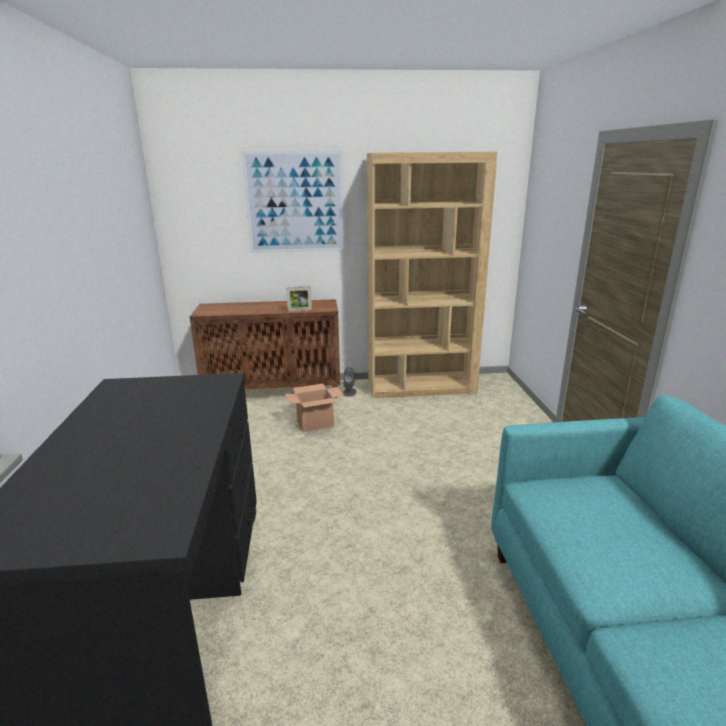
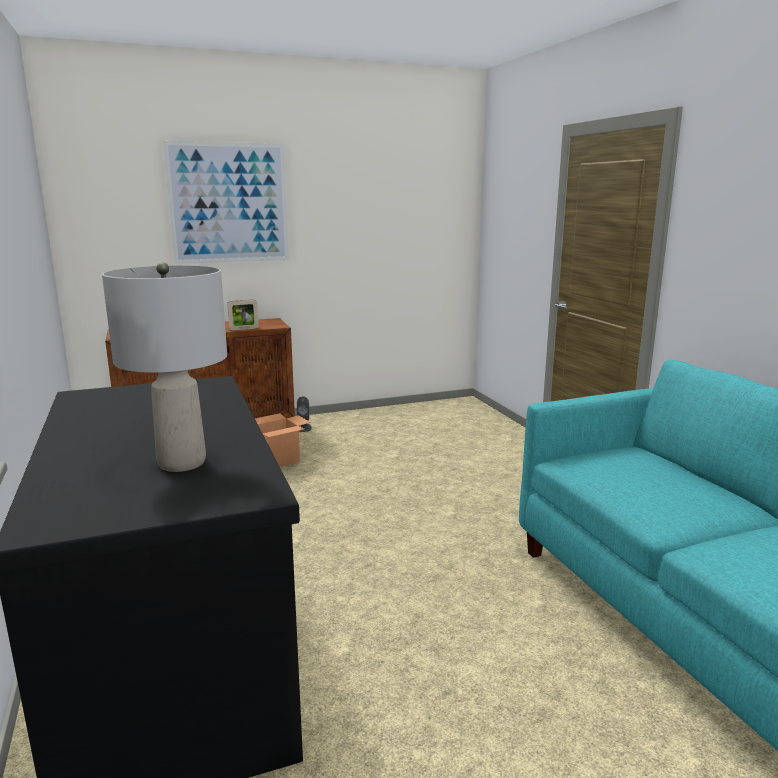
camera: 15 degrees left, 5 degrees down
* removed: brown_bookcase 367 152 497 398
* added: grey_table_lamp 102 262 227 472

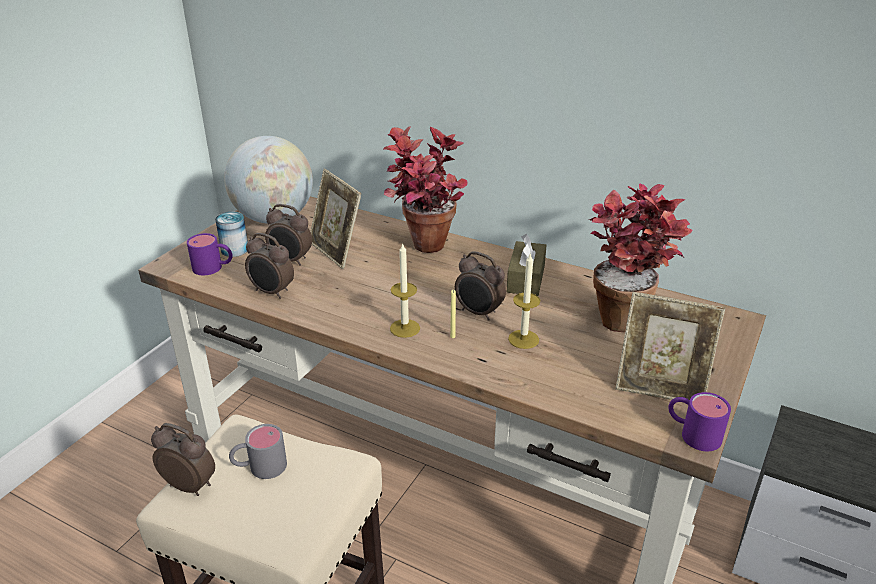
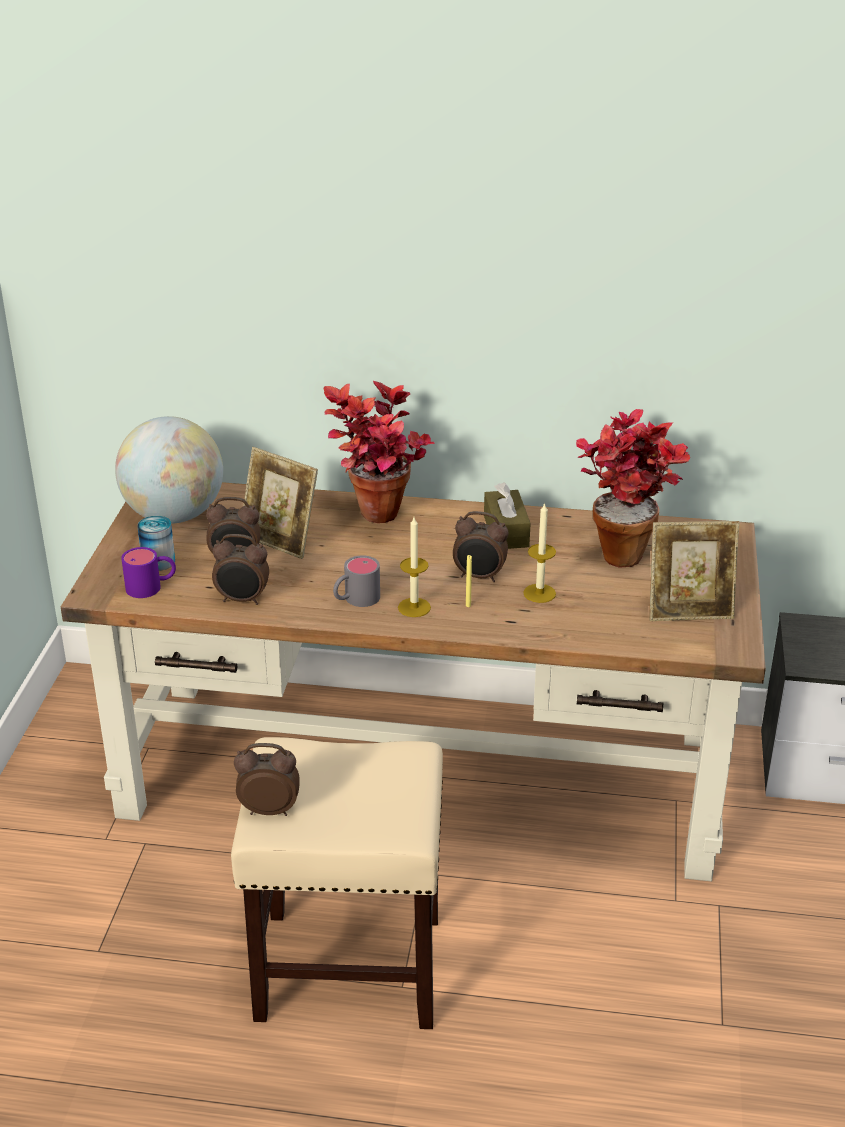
camera: 20 degrees left, 0 degrees up
* moved: grey_mug 229 424 287 479 to 333 555 380 607
* removed: purple_mug 668 392 731 451

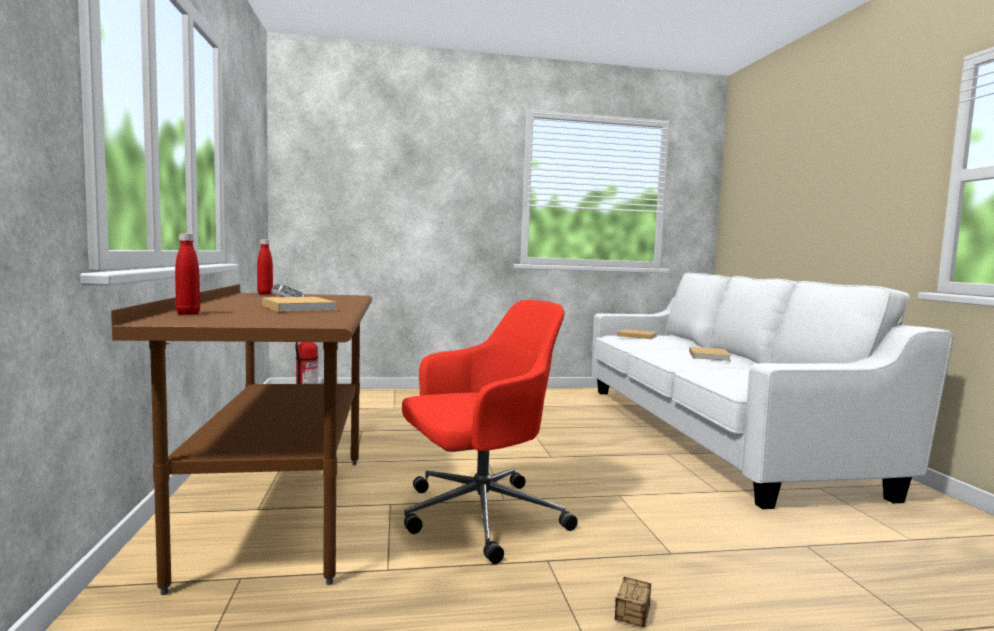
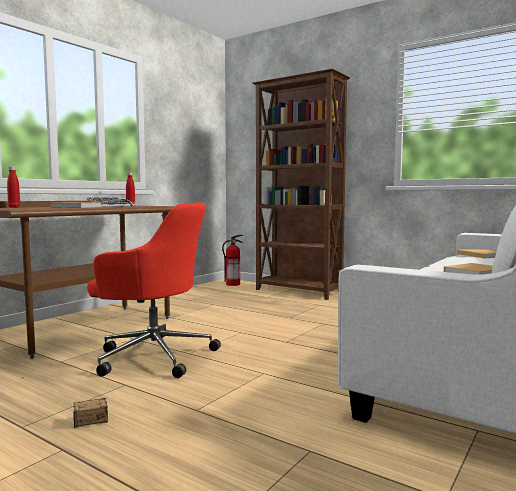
camera: 45 degrees right, 0 degrees up
* added: brown_bookcase 252 69 350 300

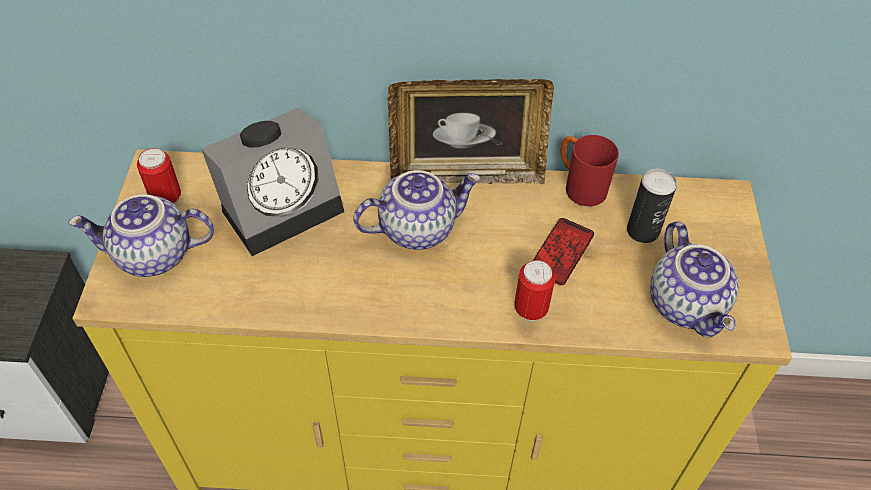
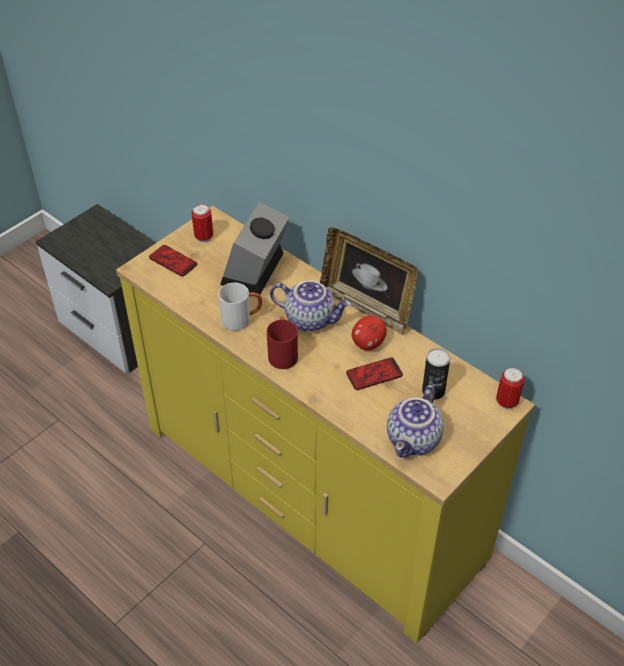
camera: 40 degrees right, 5 degrees down
* replaced: teapot 68 194 214 277 to phone 149 245 197 277
* turned: alarm_clock 201 108 344 256 = 220 202 289 294 105 degrees clockwise
* moved: can 514 260 556 321 to 496 368 524 409
* moved: red_mug 561 135 619 206 to 267 317 298 369
* added: white_mug 218 283 262 331
* added: apple 352 315 387 350

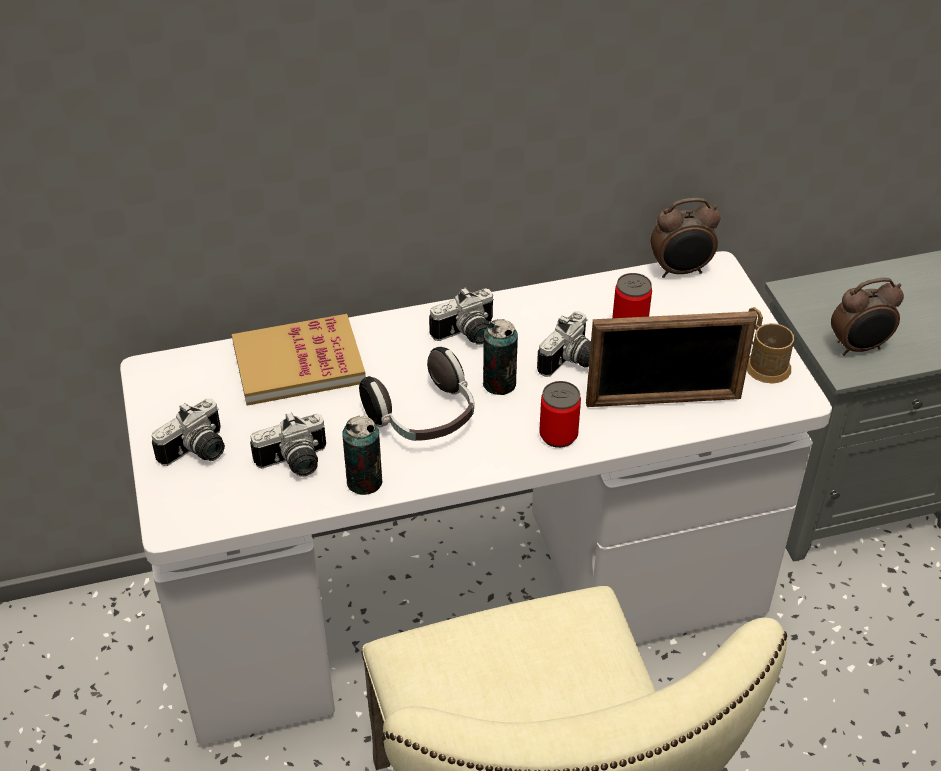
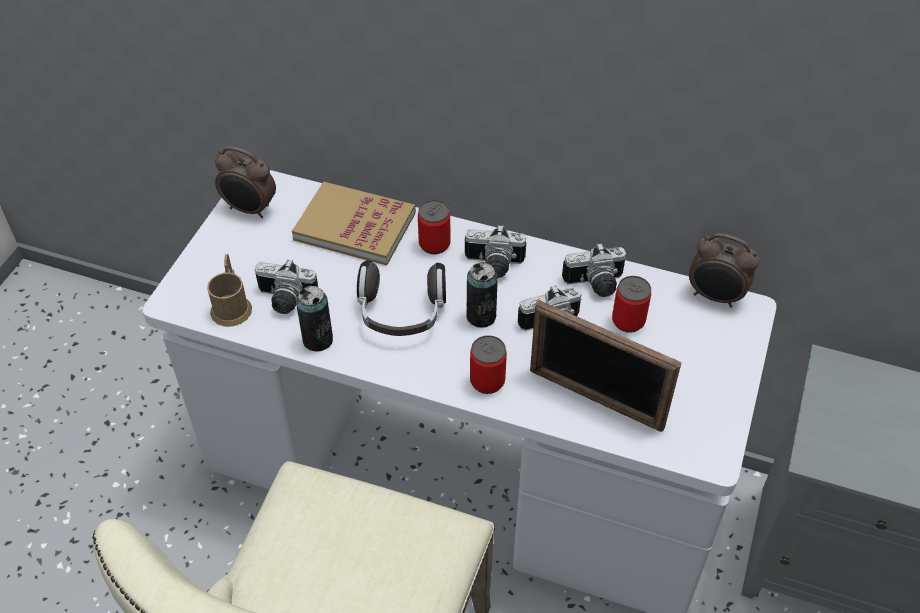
camera: 35 degrees right, 5 degrees up
* moved: photo_camera 152 398 225 466 to 562 243 626 297
* moved: brown_mug 747 307 794 384 to 207 254 252 327
* moved: alarm_clock 831 278 904 356 to 215 147 276 218
* added: can 418 200 451 254

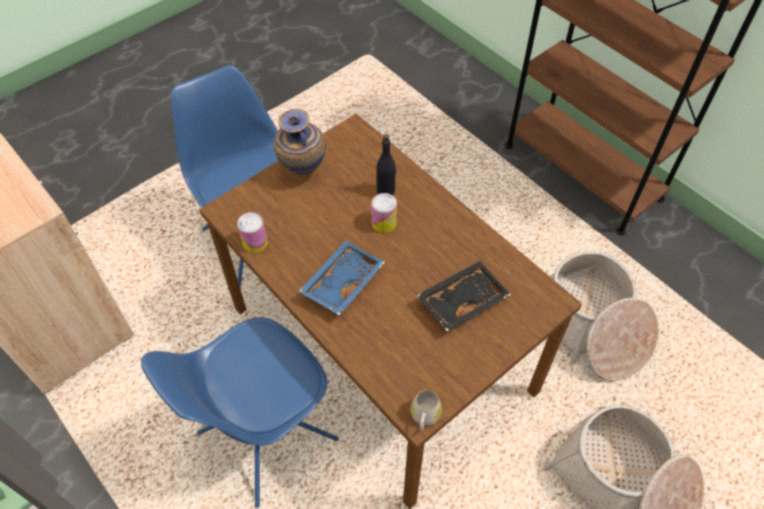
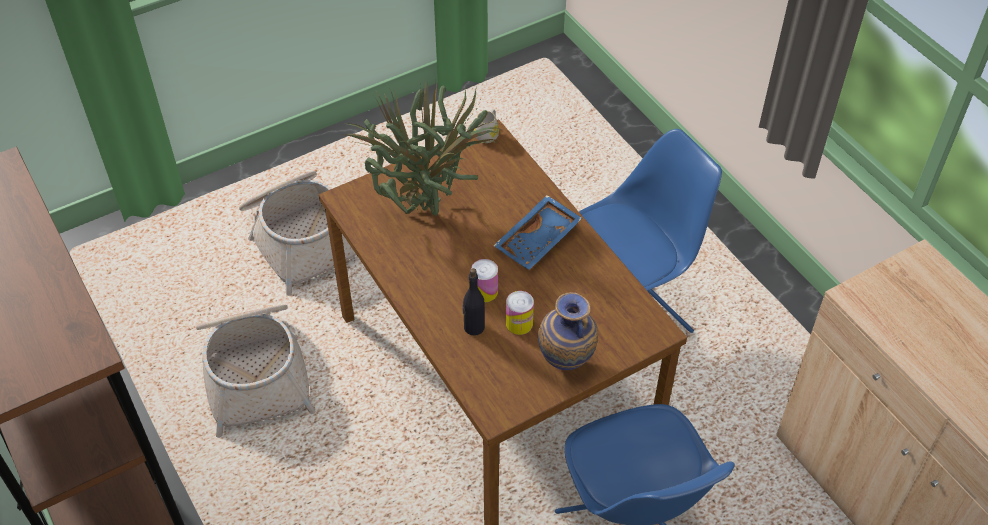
camera: 170 degrees left, 5 degrees down
* moved: can 237 212 268 253 to 506 291 534 335
* replaced: black_tray 417 261 511 331 to potted_plant 347 80 504 216

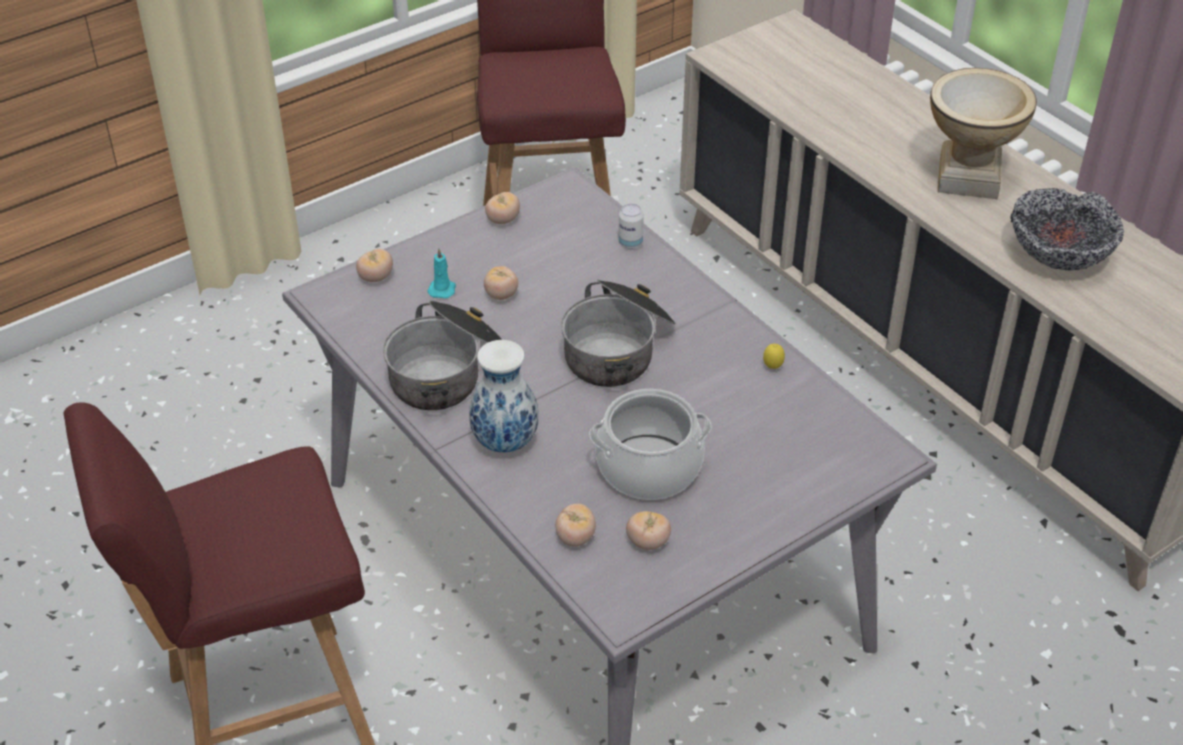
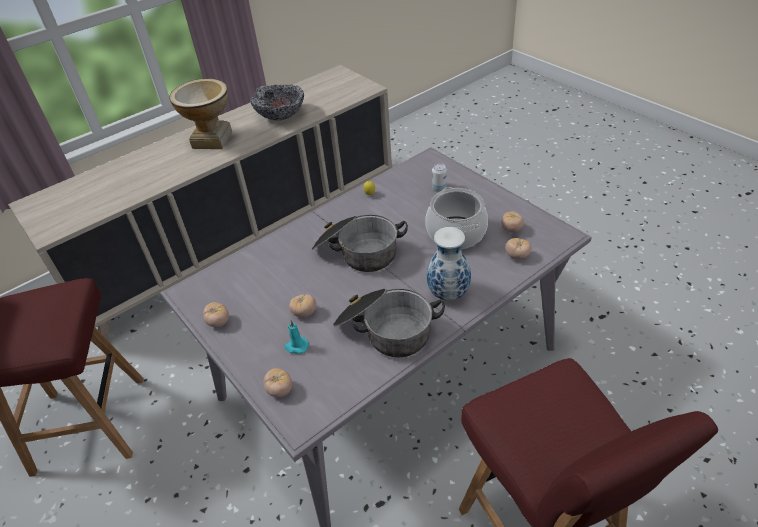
camera: 90 degrees left, 0 degrees up
* moved: can 619 204 644 249 to 432 163 447 191

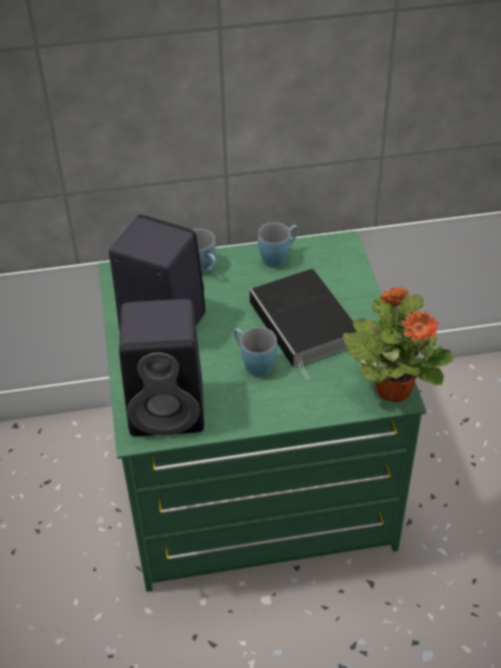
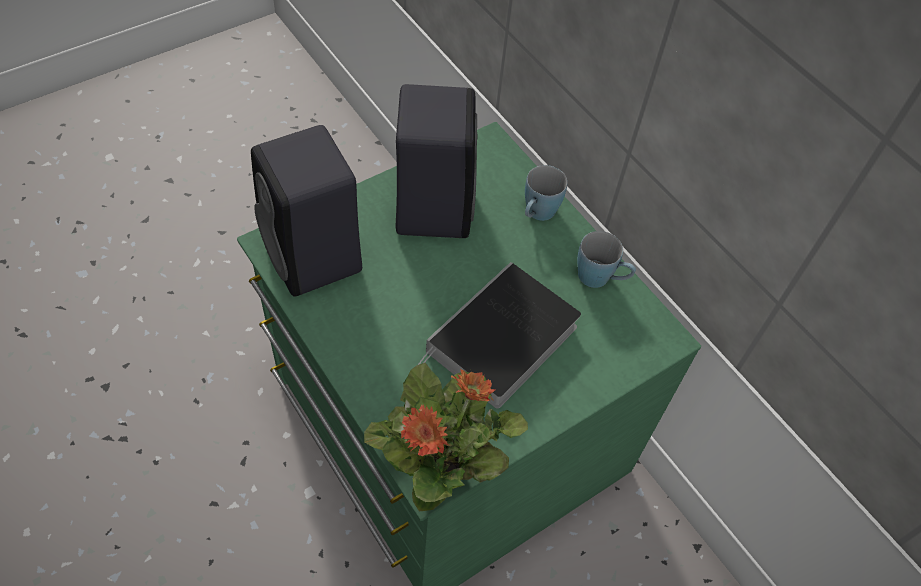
camera: 60 degrees right, 10 degrees up
* removed: blue_mug 233 327 277 377

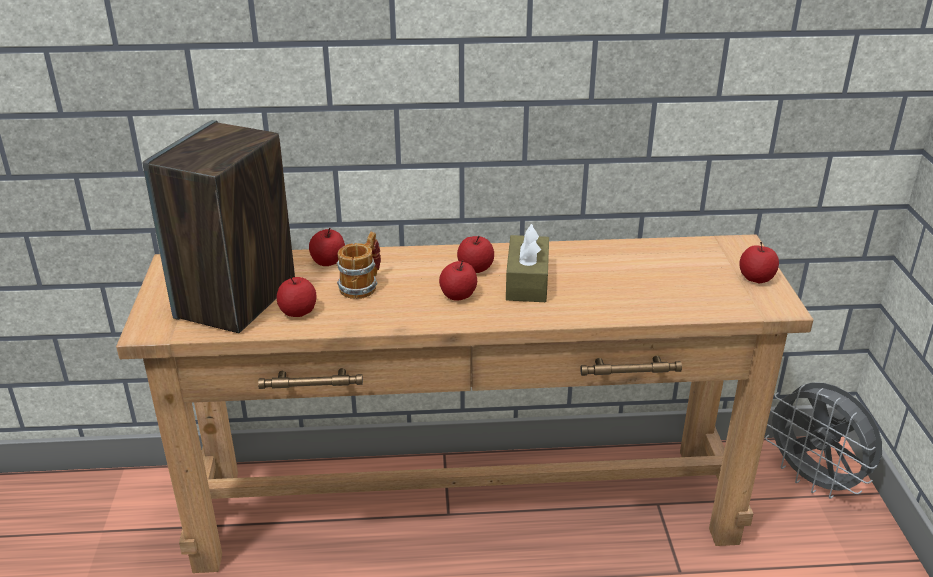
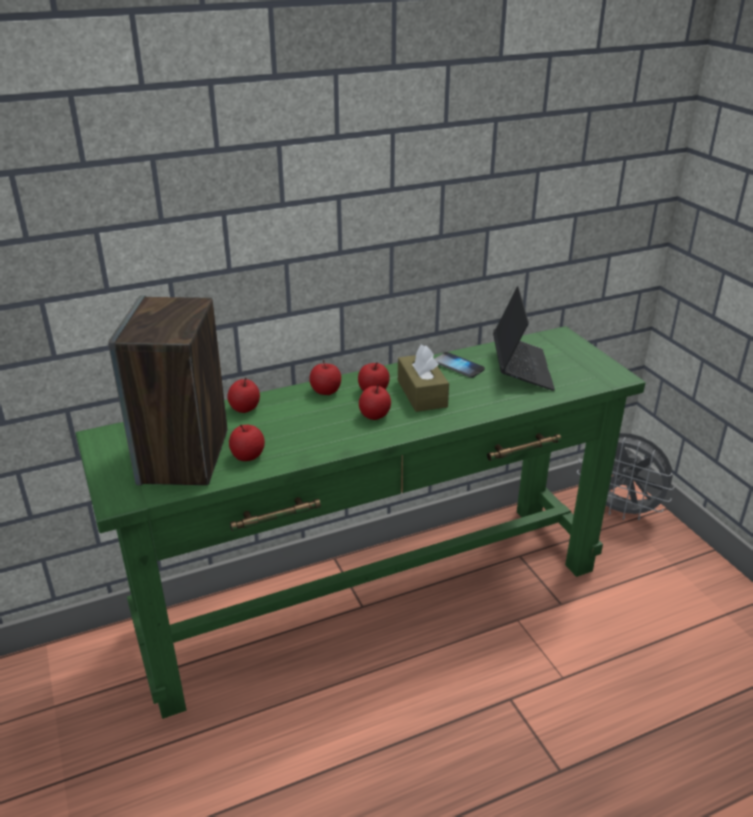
camera: 20 degrees left, 0 degrees up
* recoloured: brown_console_table 116 234 813 573 to green_console_table 75 326 646 719
* removed: mug 336 232 381 299
* moved: apple 739 242 779 283 to 309 360 341 395
* added: phone 434 352 485 378
* added: laptop 493 286 555 391

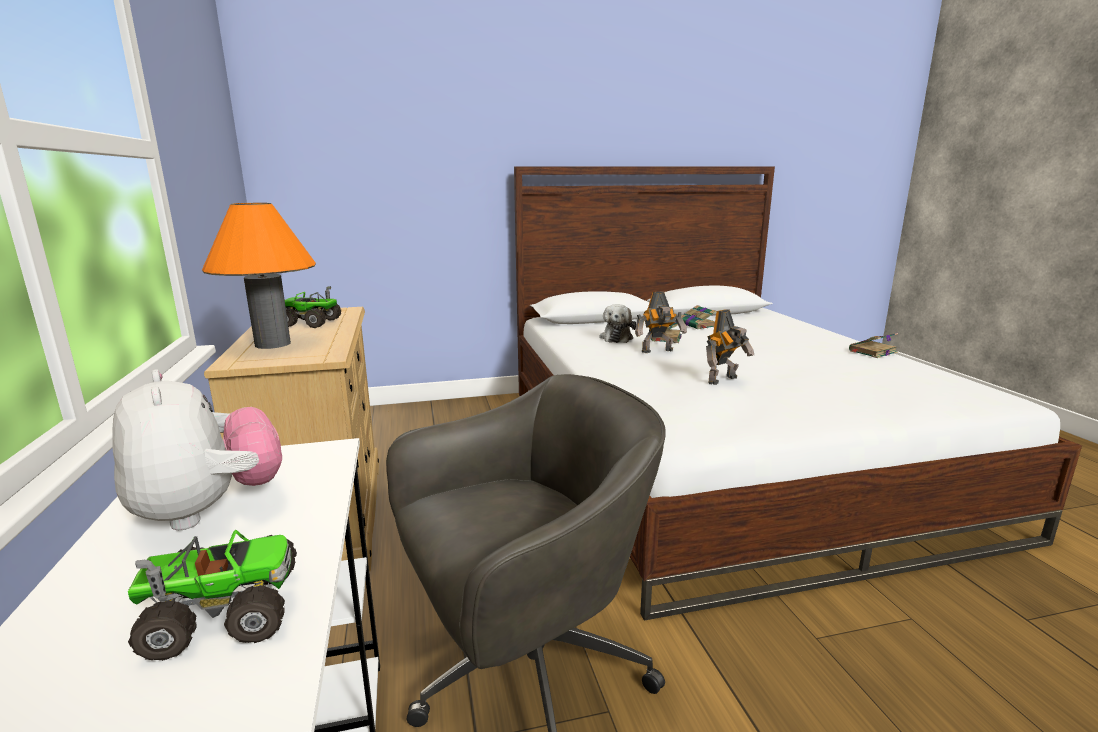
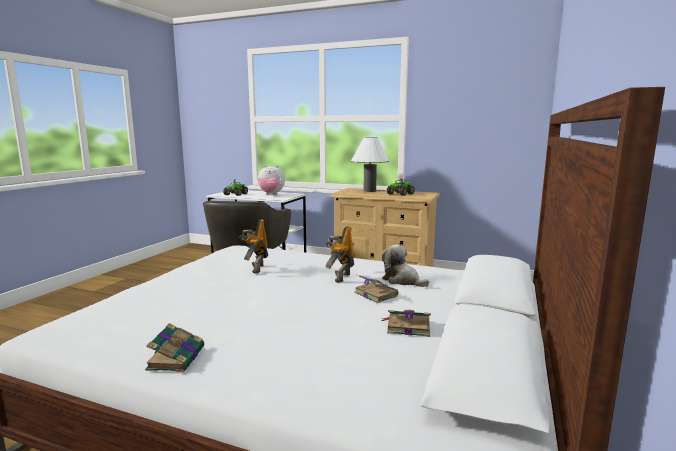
camera: 125 degrees right, 5 degrees down
* recoloured: orange_table_lamp 202 203 316 349 to white_table_lamp 351 137 390 192

